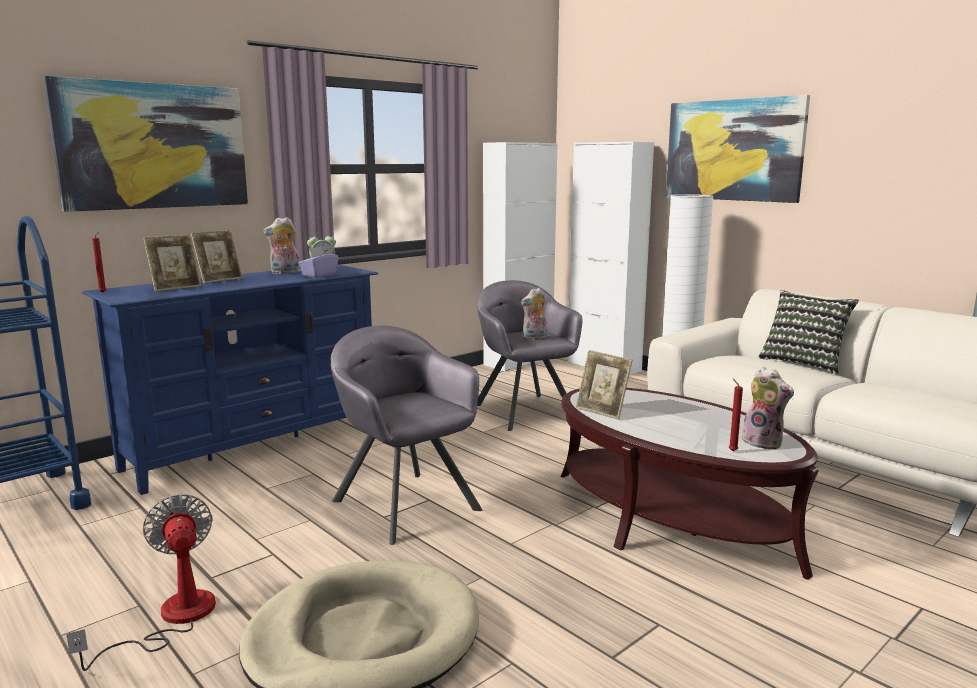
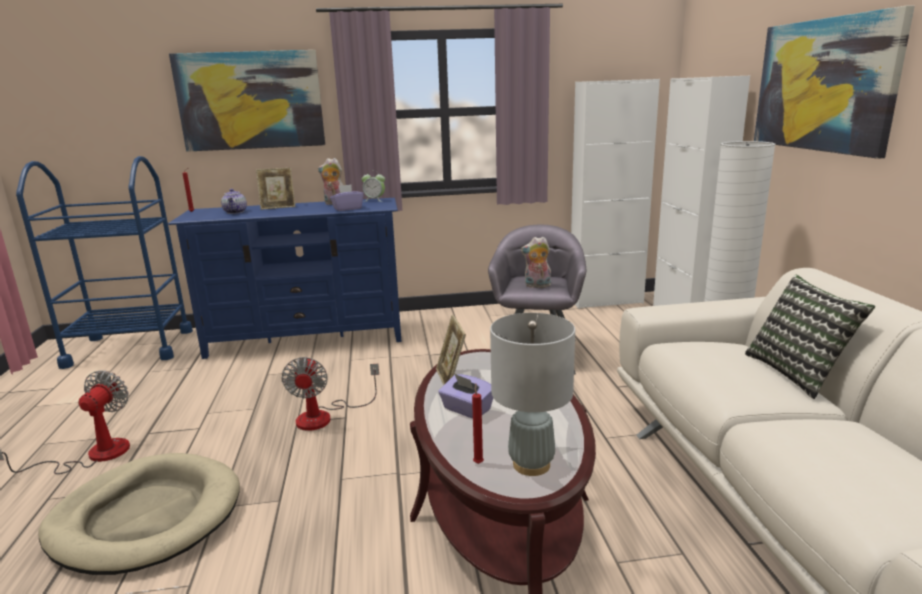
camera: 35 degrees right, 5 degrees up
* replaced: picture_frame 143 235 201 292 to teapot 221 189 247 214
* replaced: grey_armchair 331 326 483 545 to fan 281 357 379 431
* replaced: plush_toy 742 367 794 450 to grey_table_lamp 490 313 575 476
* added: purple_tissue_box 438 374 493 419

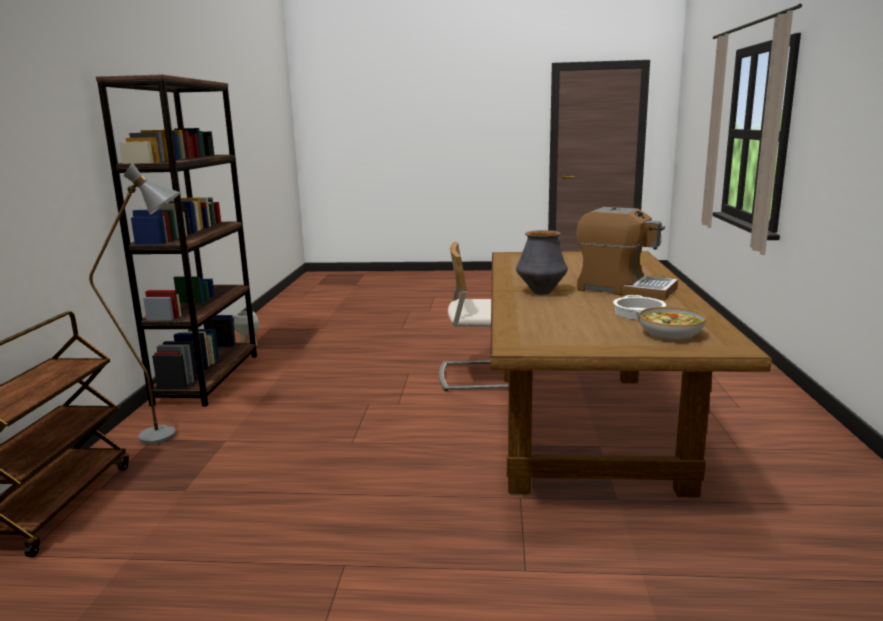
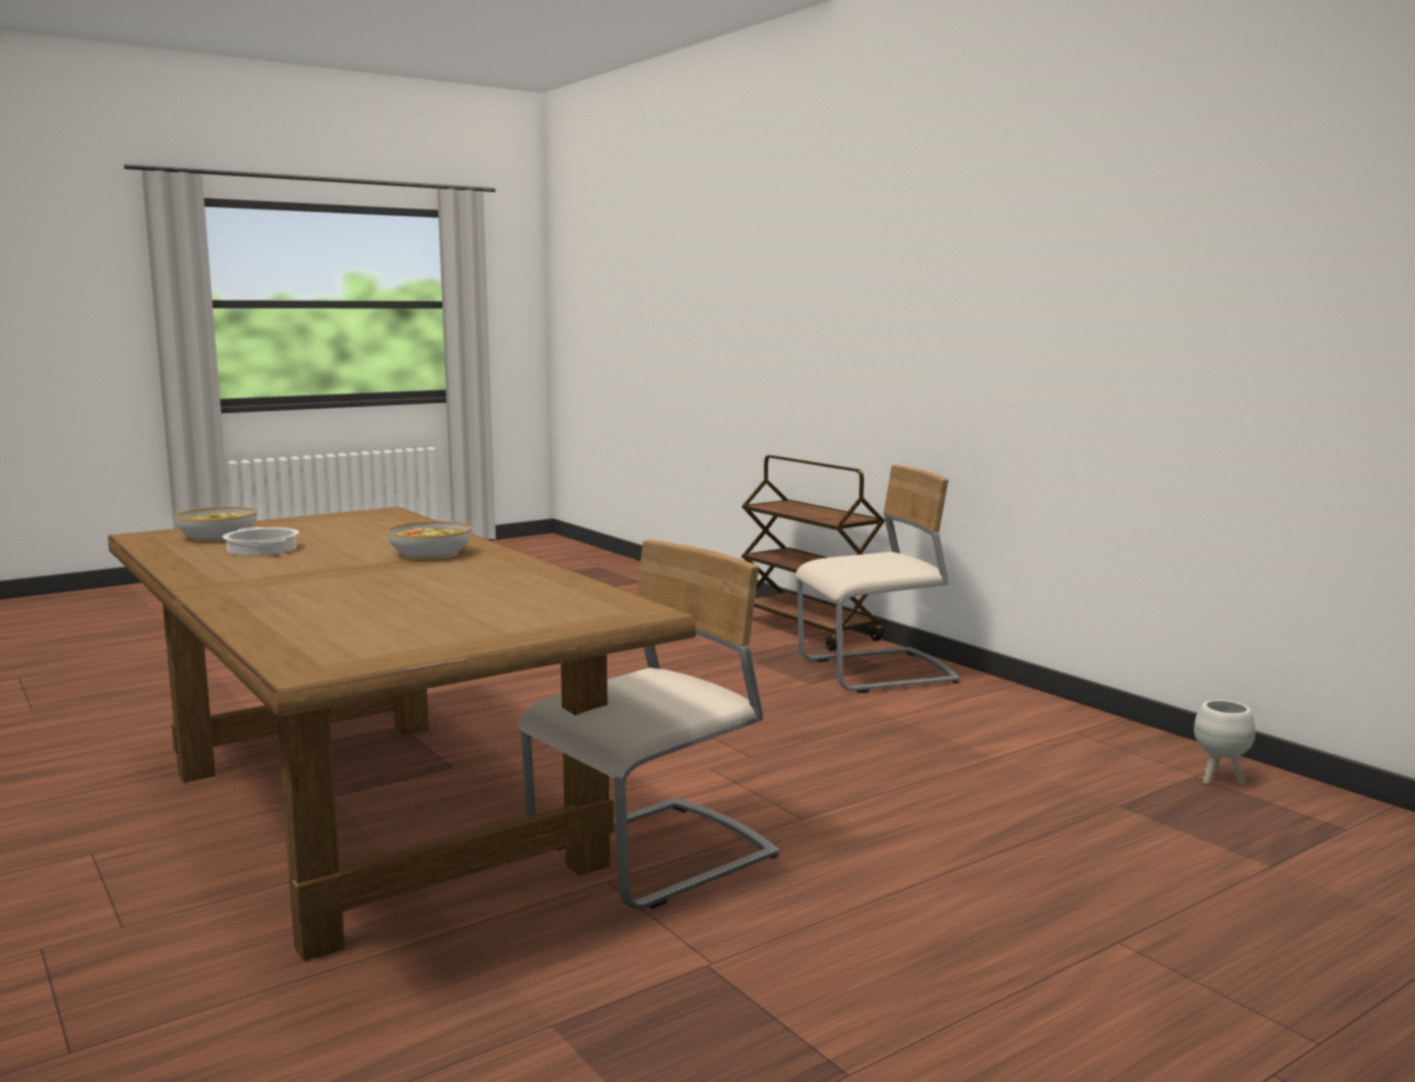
camera: 140 degrees right, 5 degrees down
* replaced: grey_floor_lamp 89 163 180 445 to beige_chair 795 465 960 693
* removed: brown_bookcase 96 74 257 407
* replaced: vase 516 230 568 295 to bowl 387 521 472 560
* removed: coffee_machine 576 207 678 300

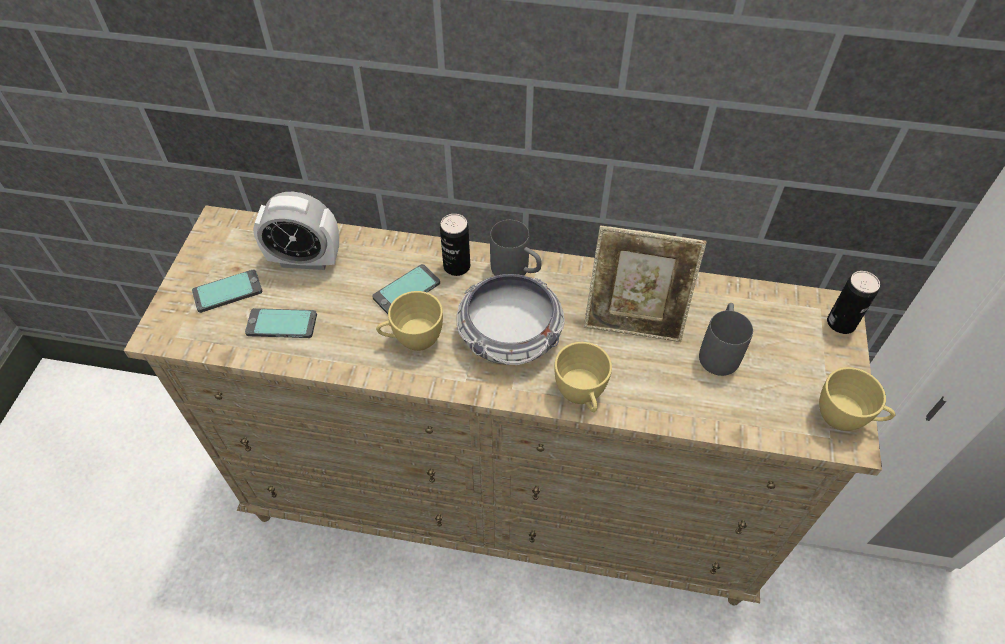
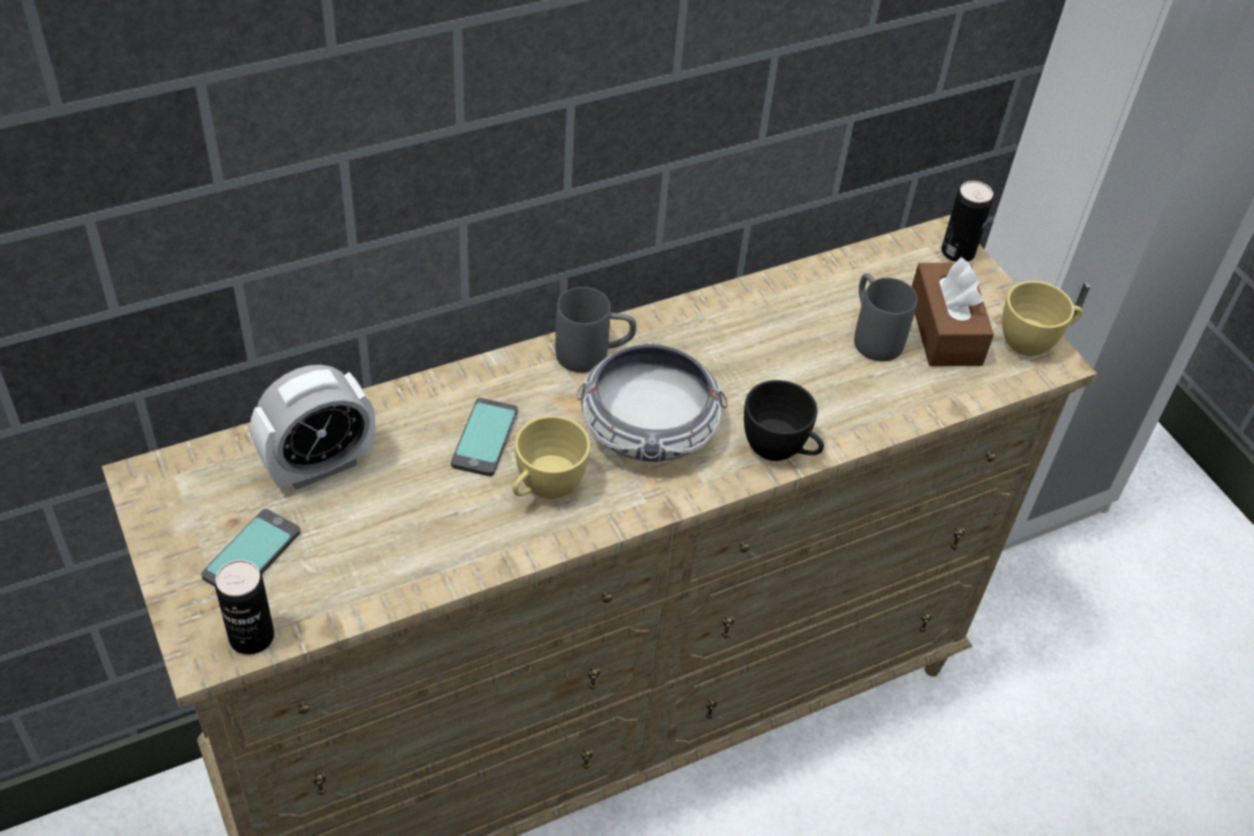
camera: 40 degrees left, 5 degrees down
* removed: phone 245 308 317 338
* moved: can 440 214 470 276 to 215 560 274 655
* recoloured: yellow_cup 554 342 612 412 to black_cup 744 380 824 461
* removed: picture_frame 584 226 706 342
* added: brown_tissue_box 912 257 994 366

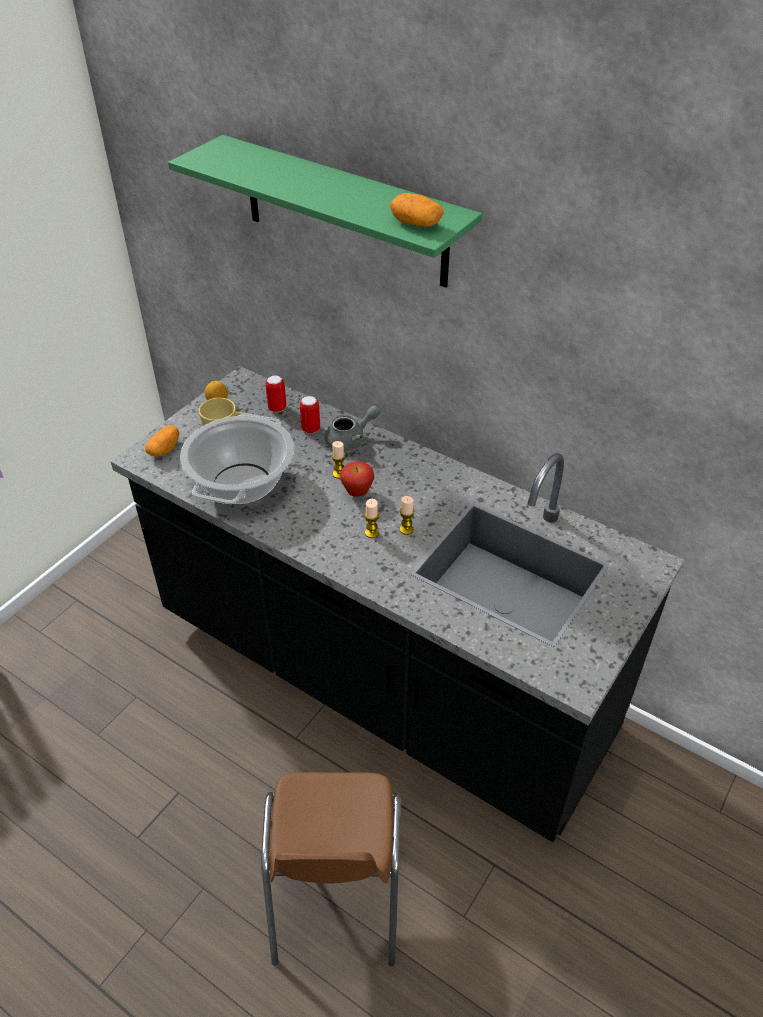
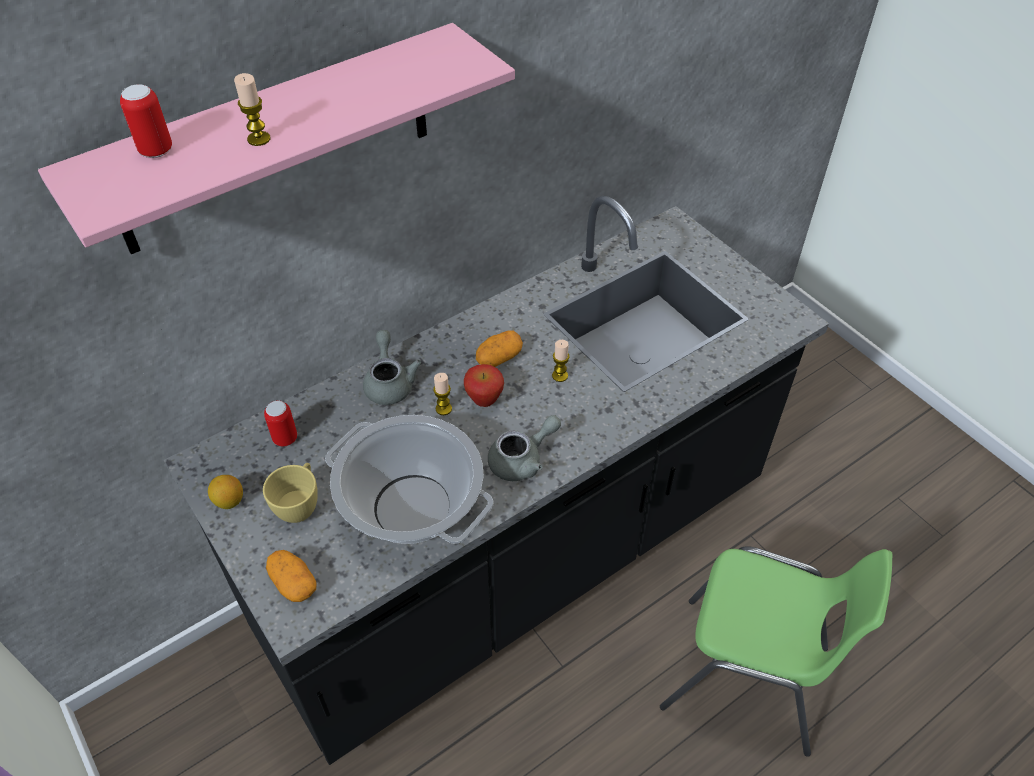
camera: 70 degrees left, 5 degrees up
* recoloured: green_shelf 168 135 482 288 to pink_shelf 38 23 515 254
* recoloured: brown_chair 261 772 401 966 to green_chair 660 546 892 757
* moved: can 300 396 320 434 to 120 84 172 158
* moved: candle 364 499 379 538 to 234 73 270 146
* moved: potato 390 193 444 227 to 476 330 523 367
* added: grey_teapot 488 415 561 481

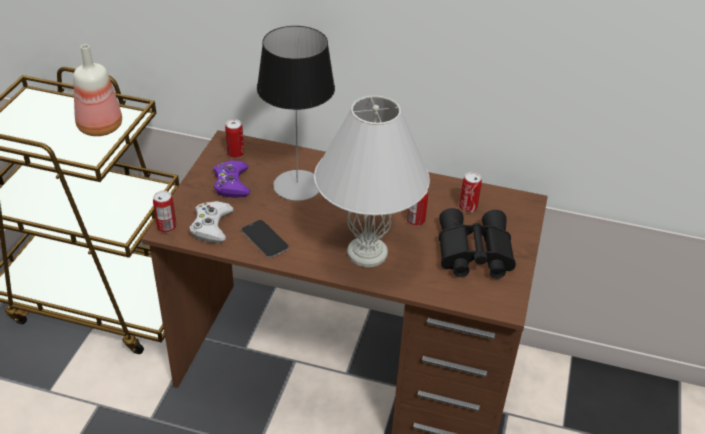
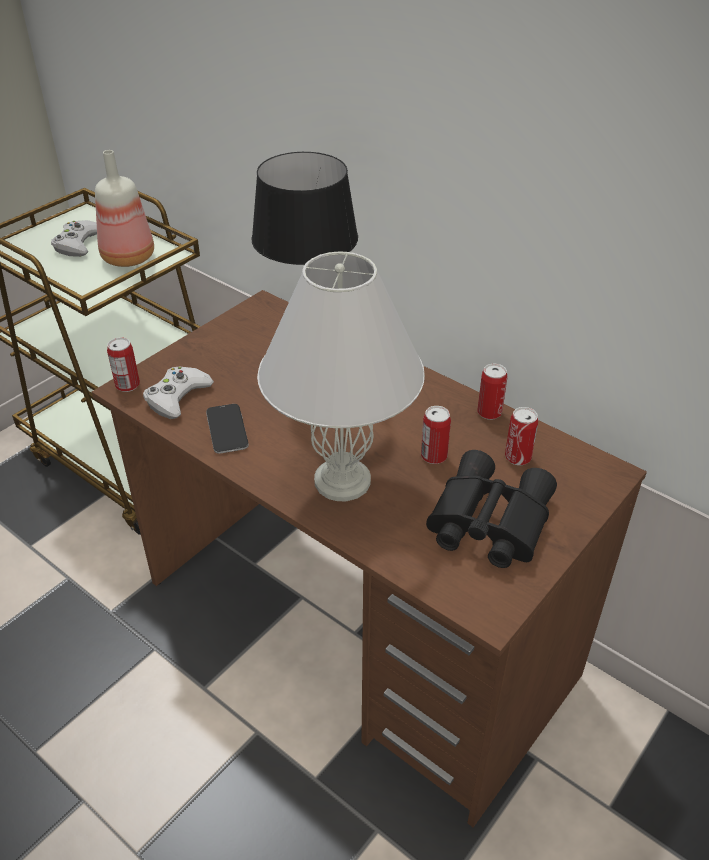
camera: 25 degrees right, 0 degrees up
* removed: purple_game_controller 213 160 250 198
* moved: can 225 119 244 158 to 477 364 507 420
* added: white_game_controller 51 220 97 257

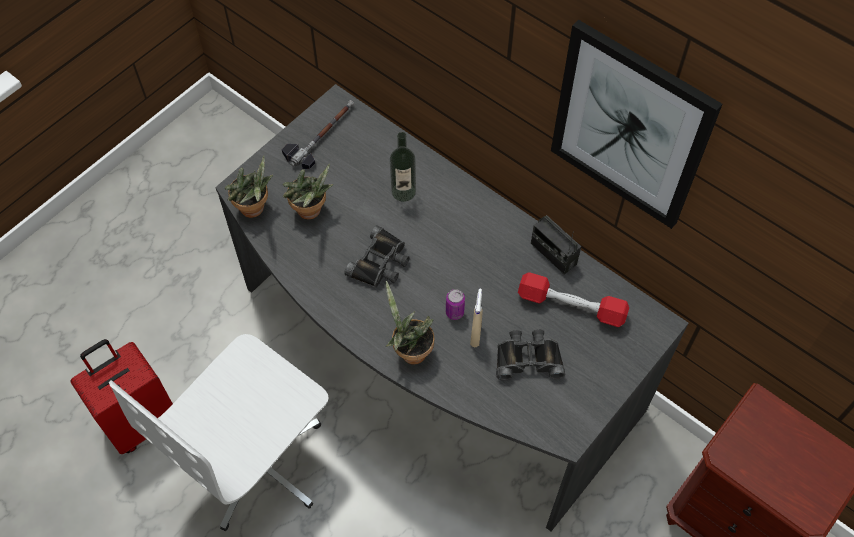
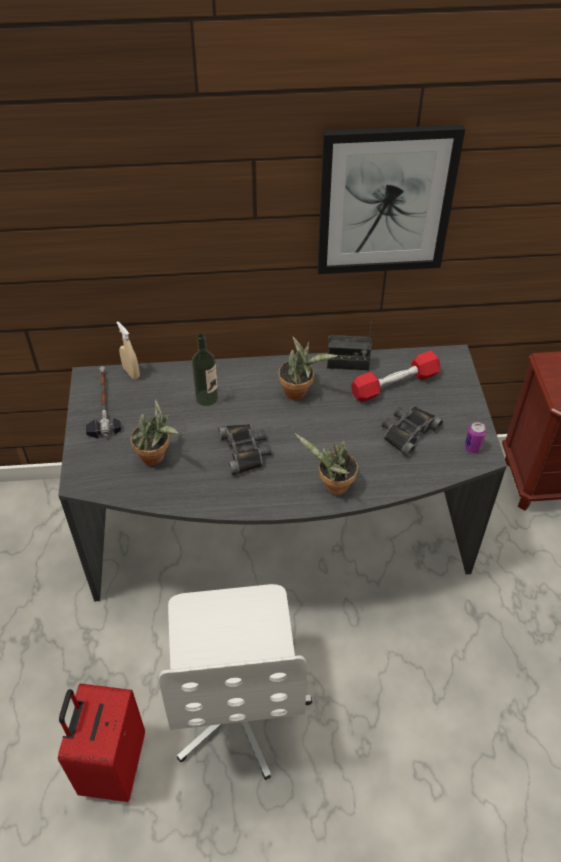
camera: 45 degrees left, 10 degrees down
* moved: potted_plant 225 156 273 218 to 278 336 337 400
* moved: can 446 289 465 320 to 465 422 486 453
* moved: beige_spray_bottle 470 289 483 347 to 116 322 140 379

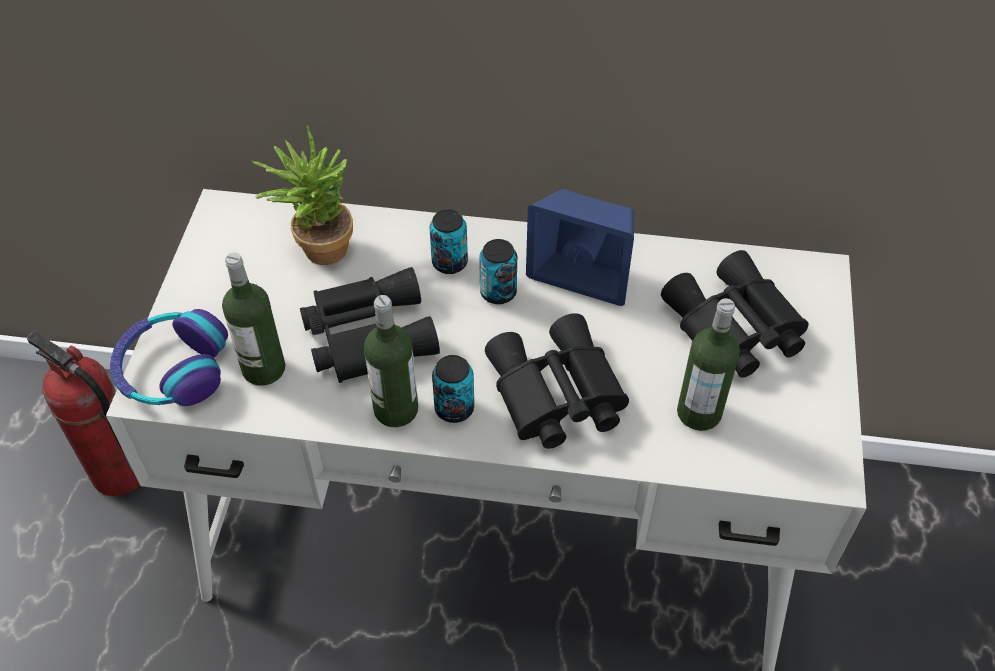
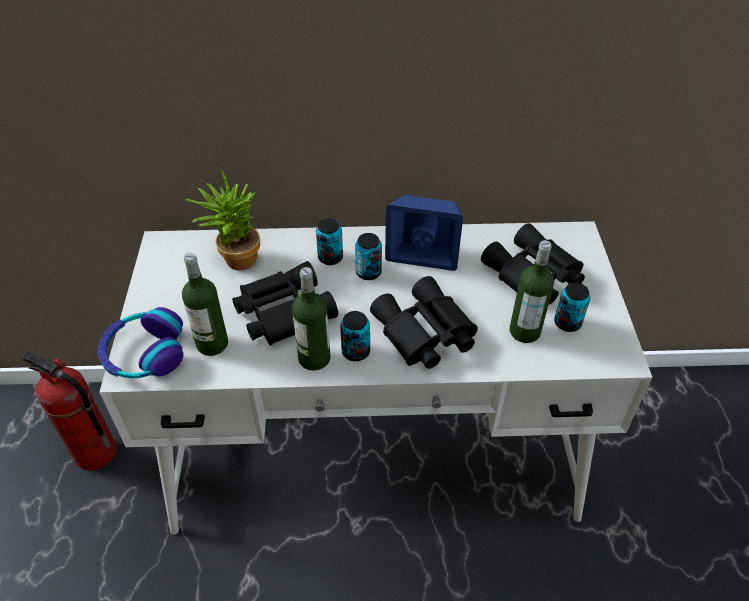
camera: 10 degrees left, 5 degrees down
* added: can 554 283 590 332

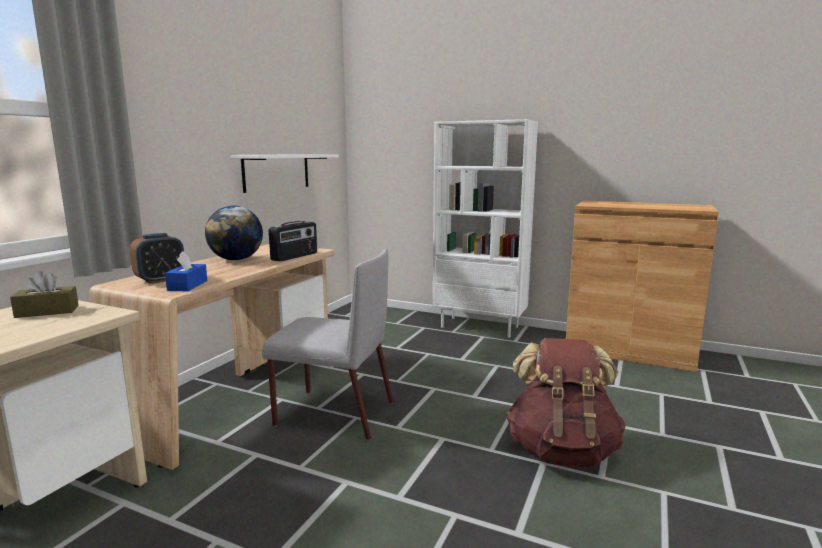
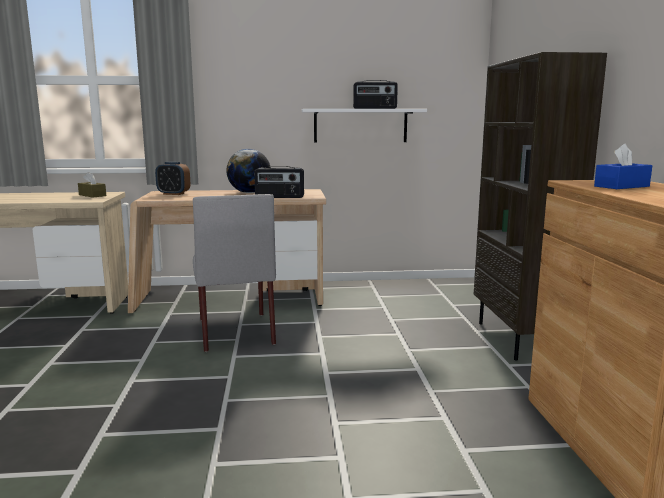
camera: 60 degrees right, 0 degrees up
* moved: blue_tissue_box 165 251 207 291 to 594 144 652 189
* recoloured: white_bookcase 433 119 538 338 to brown_bookcase 474 52 607 360
* removed: brown_backpack 506 338 626 467
* added: radio 353 80 398 109

